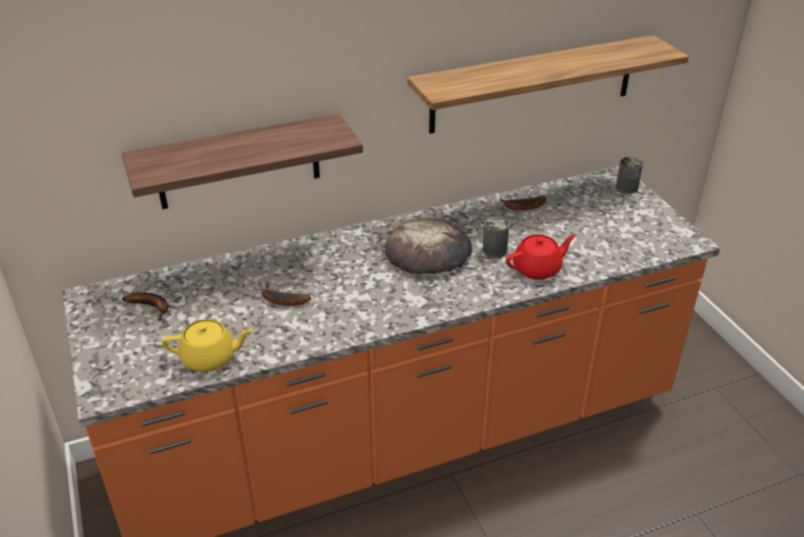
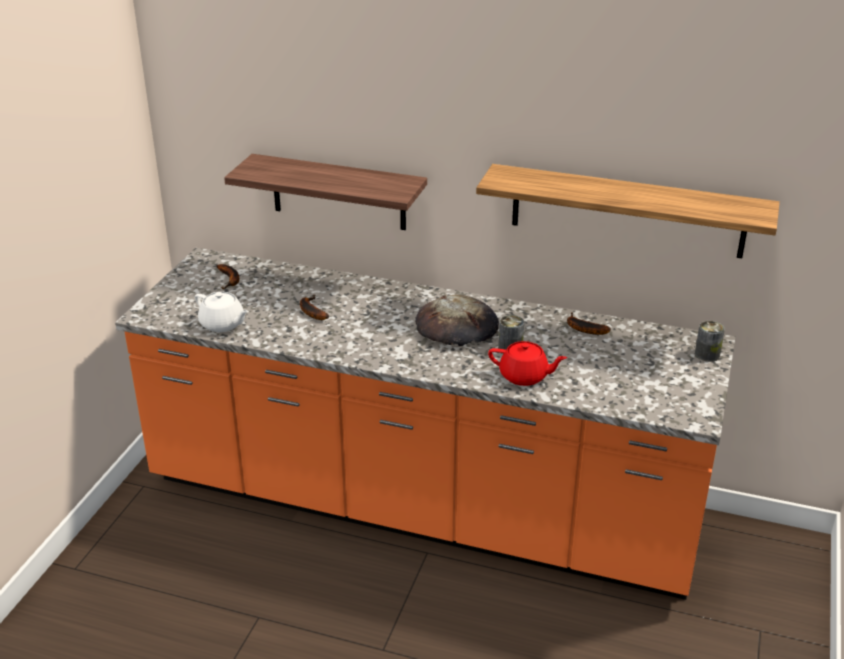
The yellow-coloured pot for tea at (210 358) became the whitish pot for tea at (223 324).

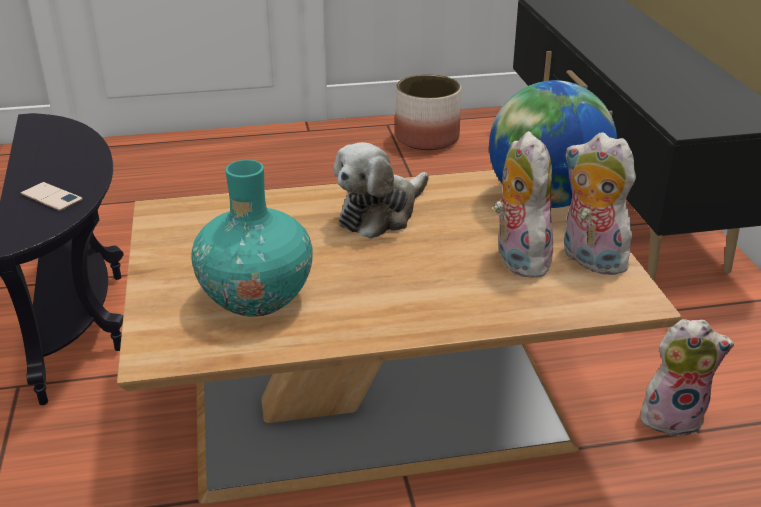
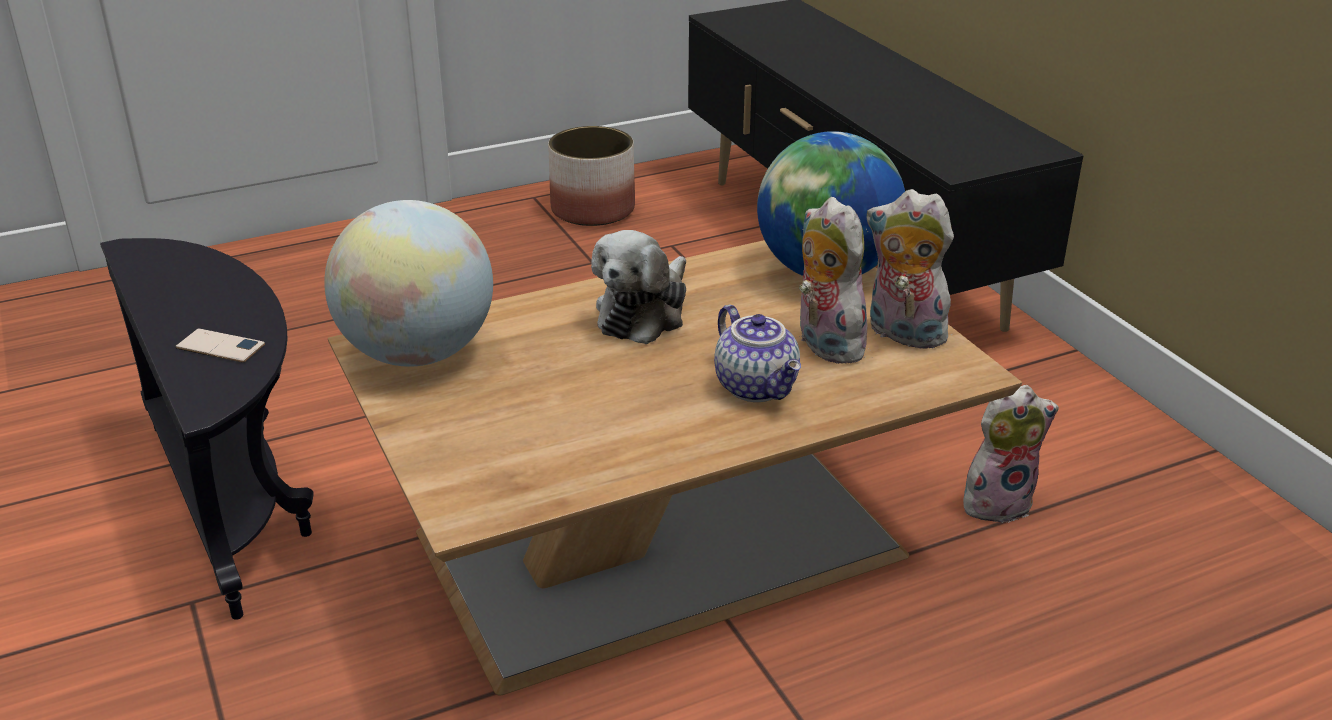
The blue-green vase at (257 298) disappeared.
The world globe at (417 353) appeared.
The pot for tea at (758 387) appeared.

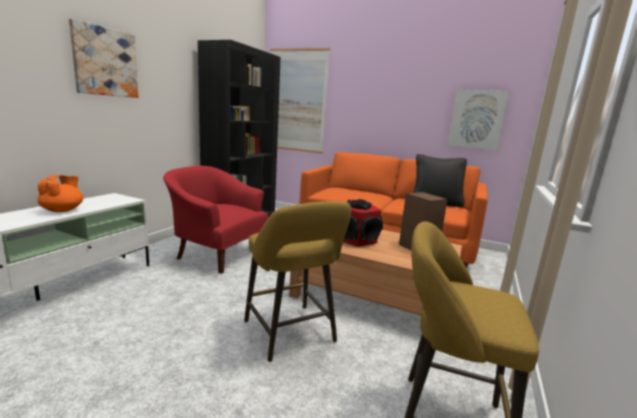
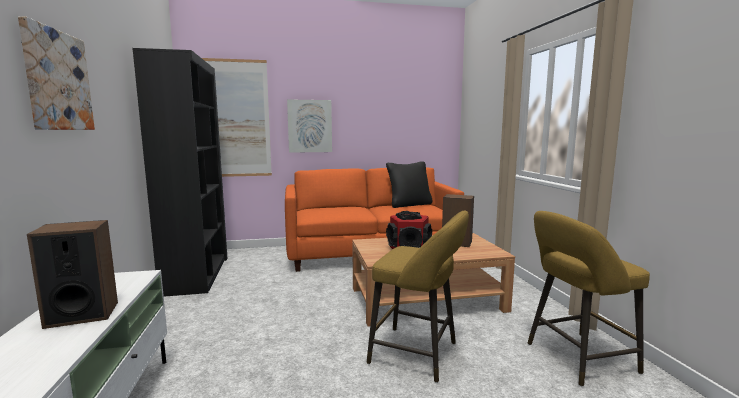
The orange pot for tea at (63 210) was replaced by the loudspeaker at (82 314).
The red-coloured easy chair at (218 254) disappeared.
The wall picture moved from (477 119) to (310 126).

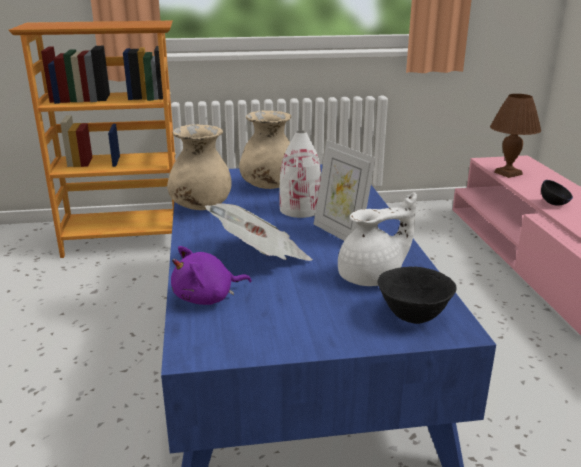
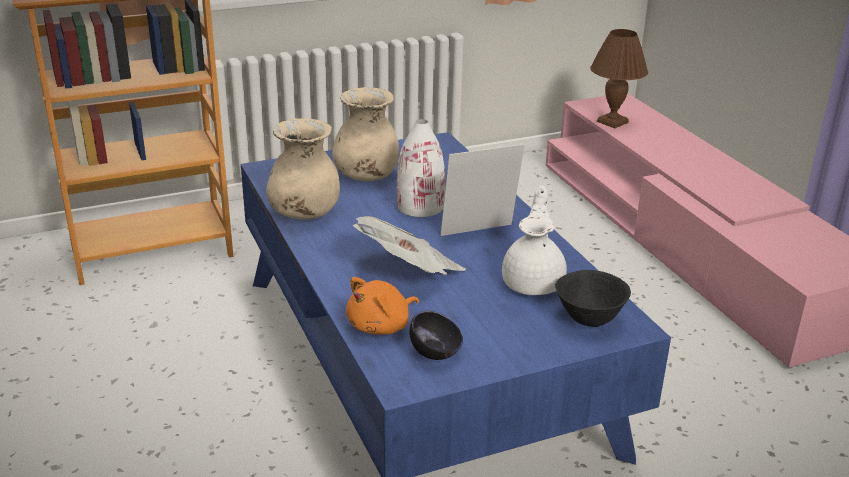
The purple soft toy at (207 298) became the orange soft toy at (381 326).
The standing frame at (341 234) turned 120 degrees clockwise.
The whitish pot for tea at (372 277) turned 45 degrees counterclockwise.
The black deep dish moved from (554 204) to (435 354).

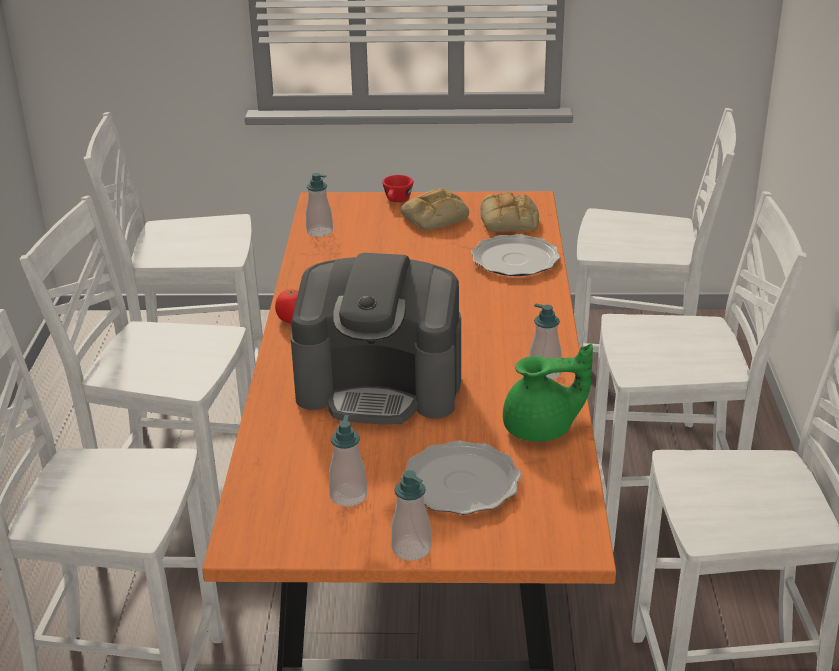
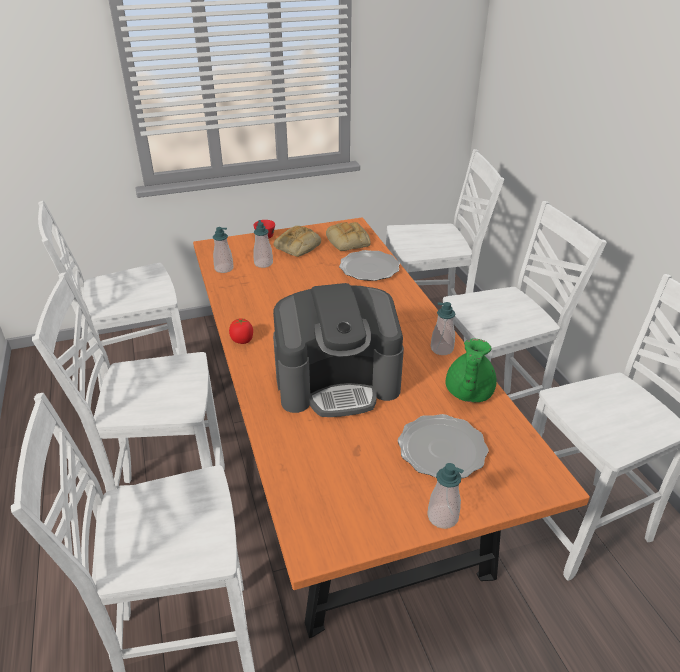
The soap bottle moved from (348 496) to (263 263).
The green pot for tea at (541 429) turned 135 degrees clockwise.

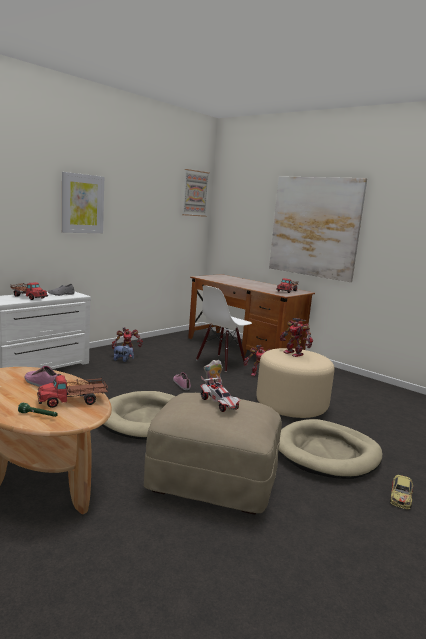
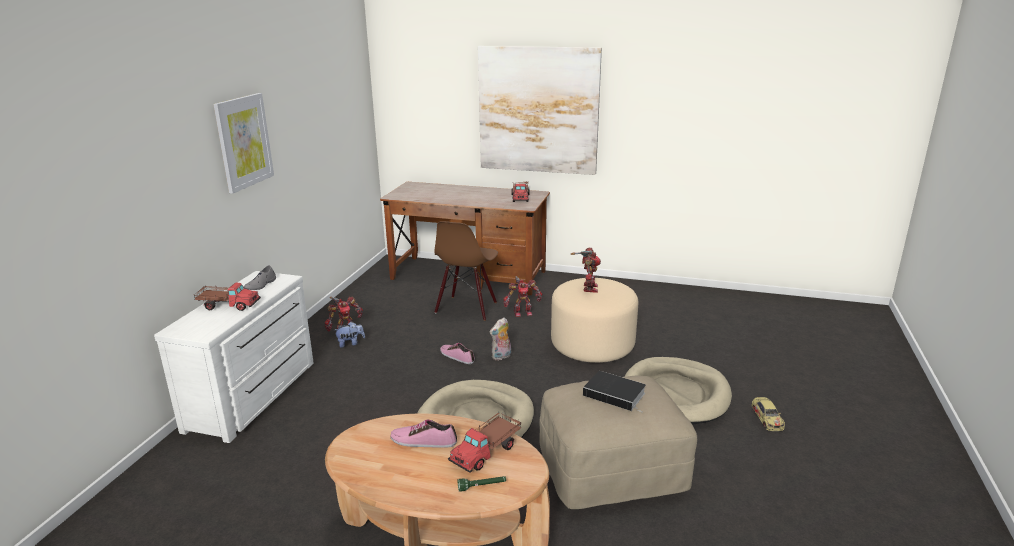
The wall picture at (195 193) disappeared.
The whitish upright chair at (221 363) became the brown-coloured upright chair at (466 308).
The toy car at (219 404) was replaced by the volume at (616 394).
The model robot at (294 353) turned 105 degrees counterclockwise.

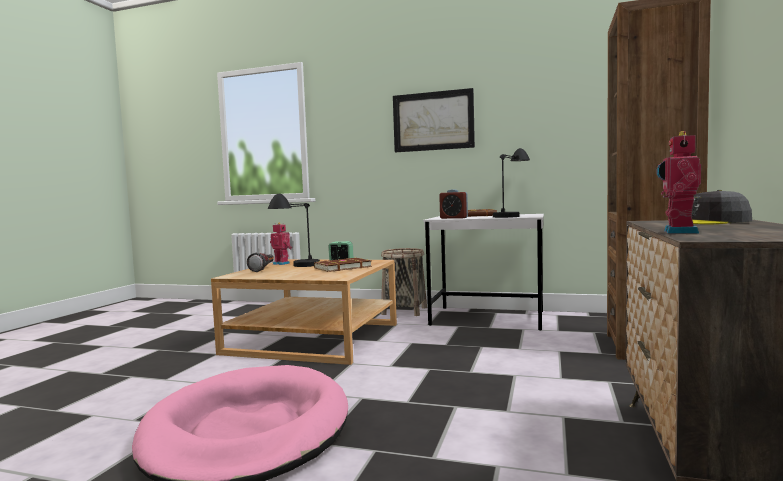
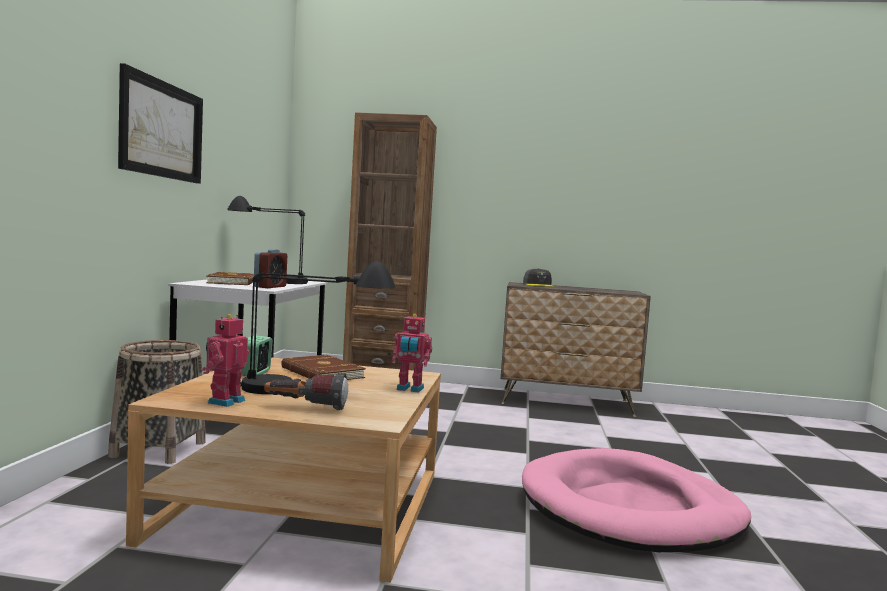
The model robot moved from (677 232) to (409 389).

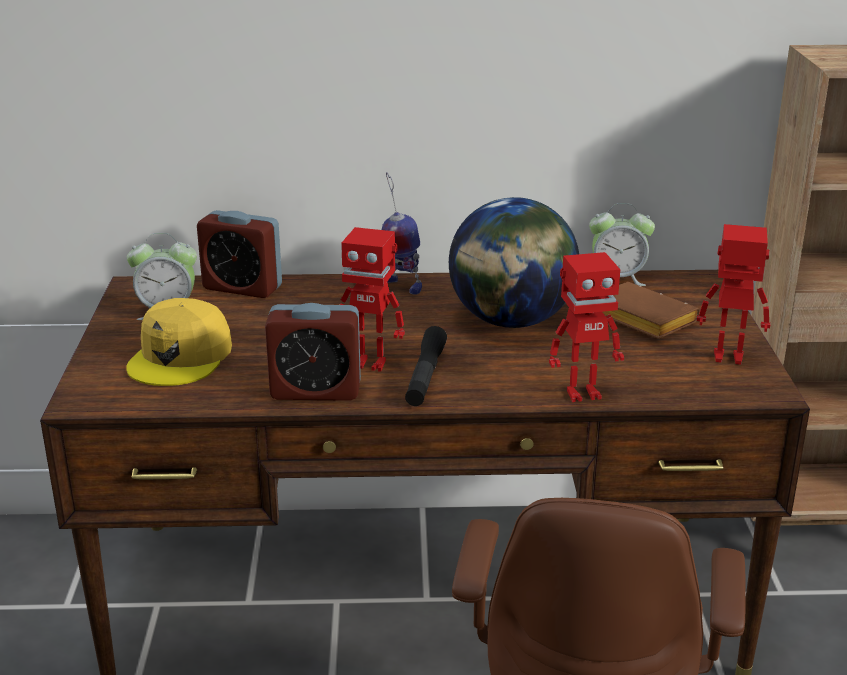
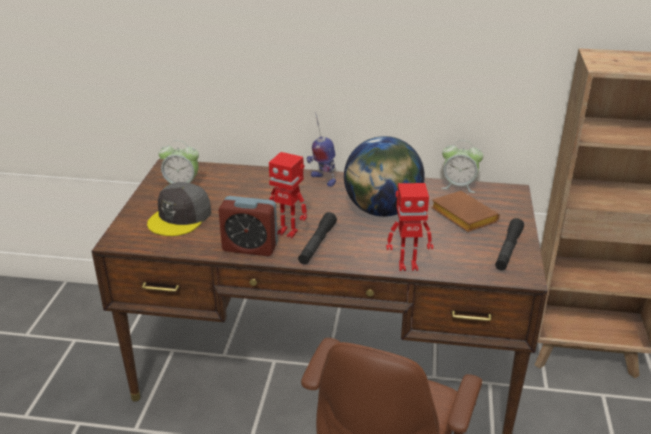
The yellow-coloured peaked cap at (181 357) became the gray peaked cap at (180 217).
The bedside clock at (242 287) disappeared.
The model robot at (728 358) was replaced by the black flashlight at (508 250).

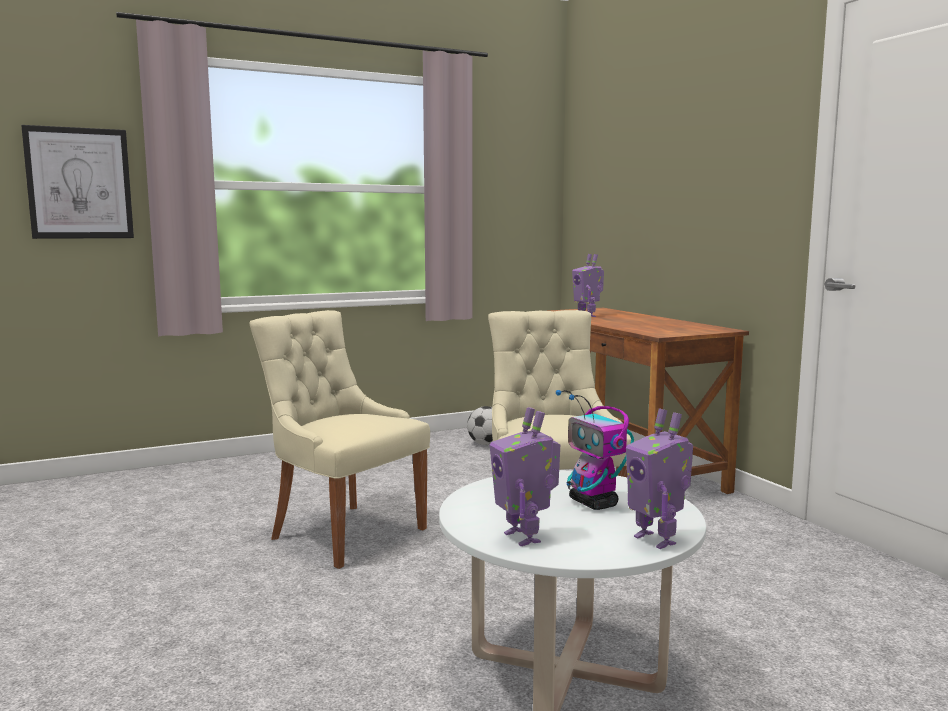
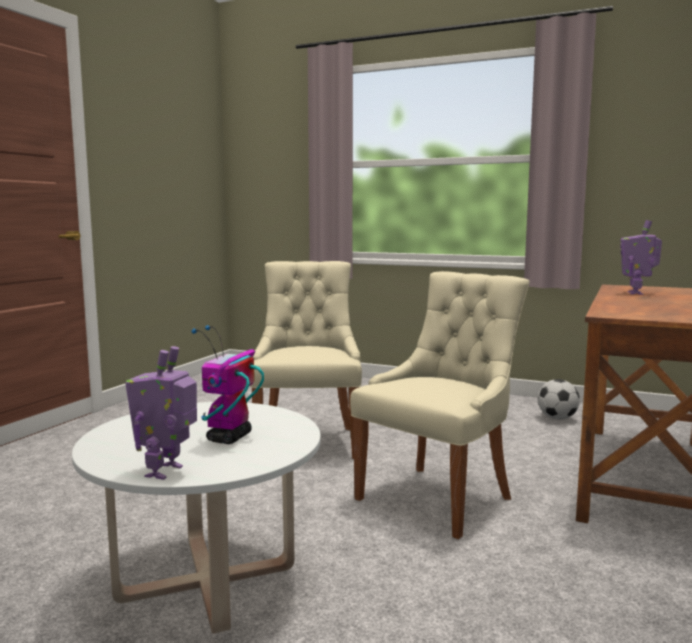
The wall picture at (79 183) disappeared.
The model robot at (524 537) disappeared.

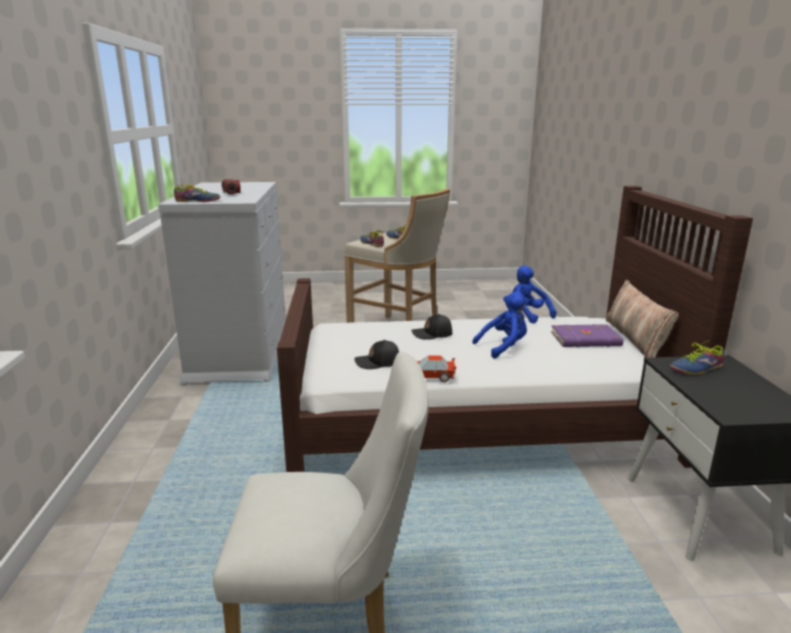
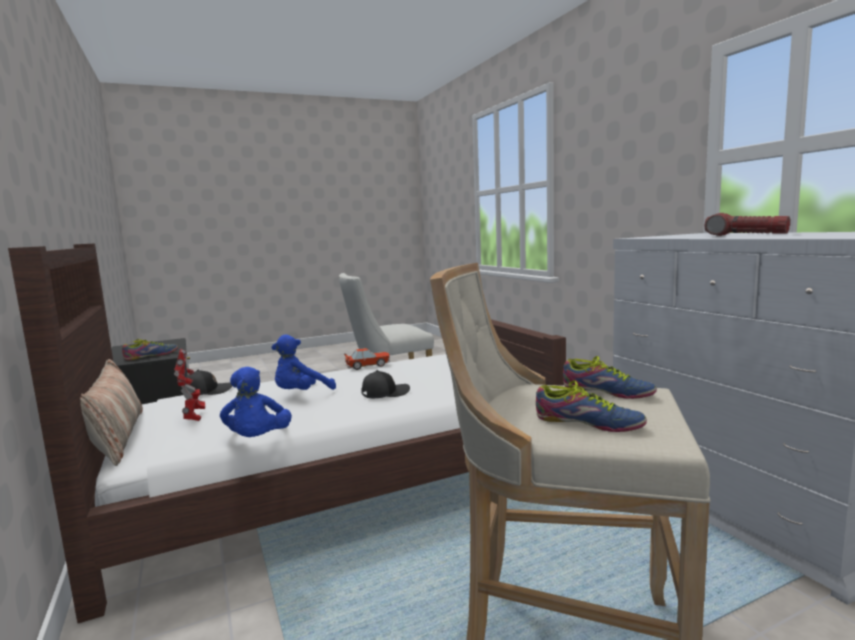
The low shoe at (197 201) disappeared.
The black peaked cap moved from (378 363) to (207 391).
The blue-coloured soft toy at (526 315) turned 45 degrees clockwise.
The purple volume at (586 339) was replaced by the model robot at (193 417).

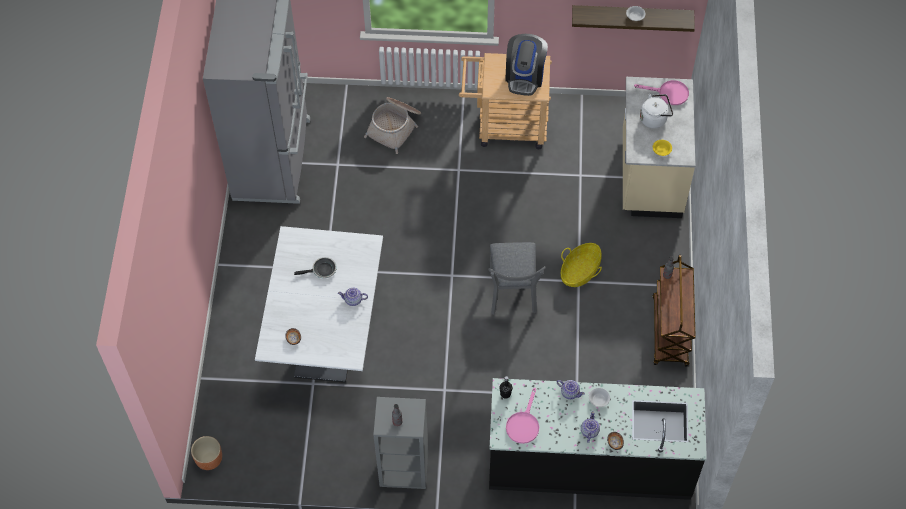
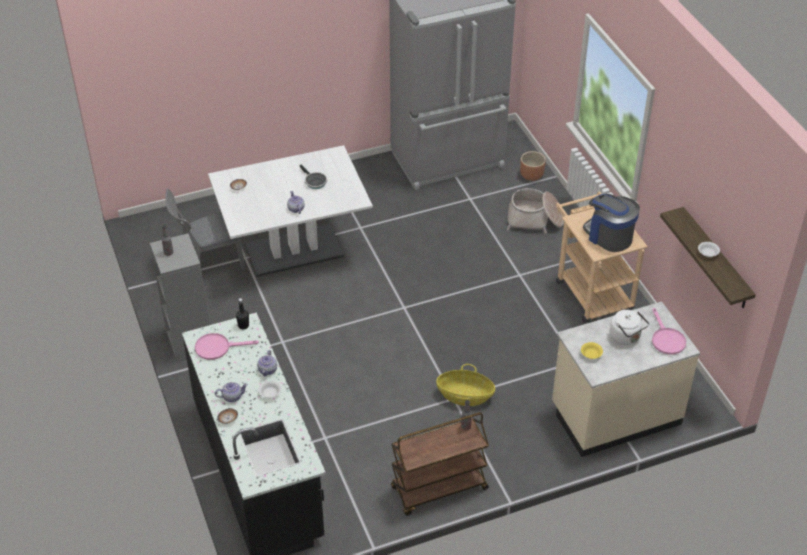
The brown-coloured flower pot moved from (208 459) to (531 175).
The gray upright chair moved from (512 294) to (208 265).
The coffee machine at (525 76) turned 60 degrees clockwise.

